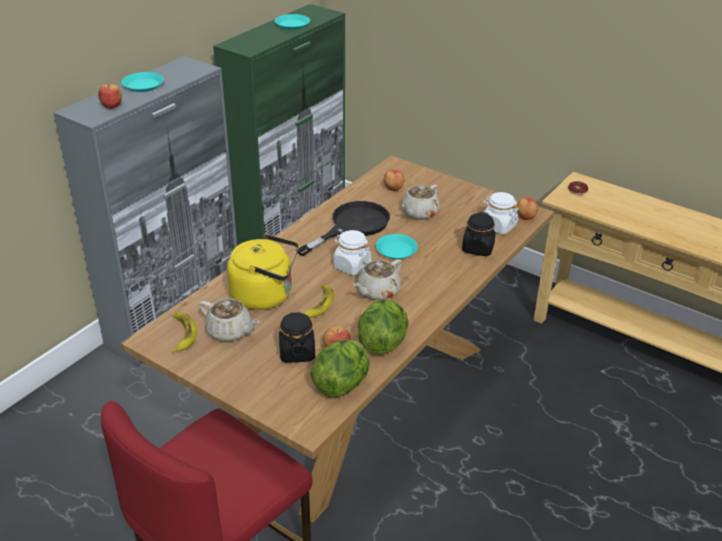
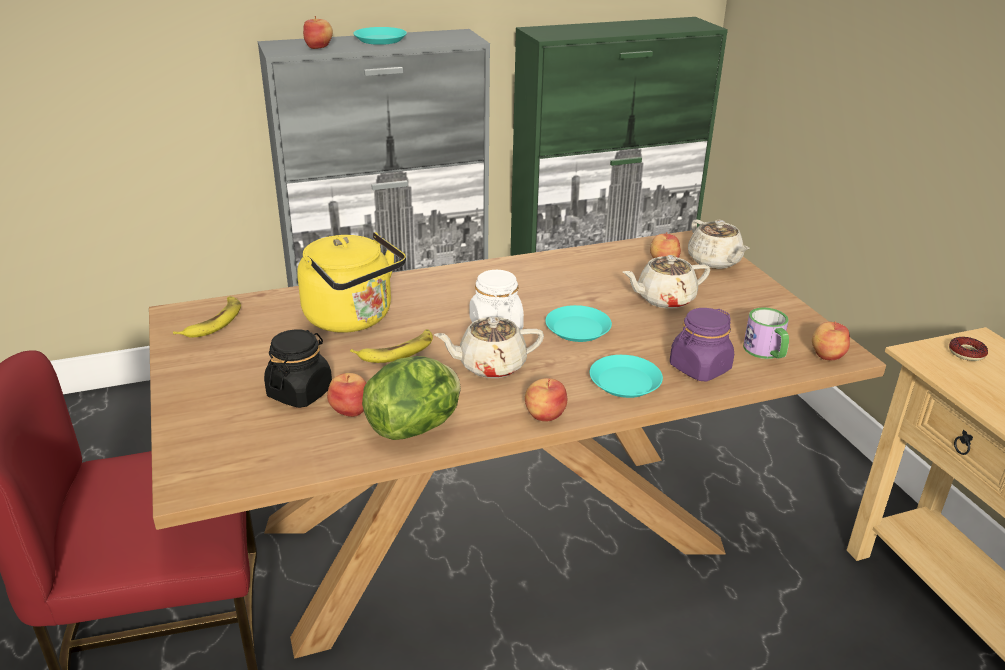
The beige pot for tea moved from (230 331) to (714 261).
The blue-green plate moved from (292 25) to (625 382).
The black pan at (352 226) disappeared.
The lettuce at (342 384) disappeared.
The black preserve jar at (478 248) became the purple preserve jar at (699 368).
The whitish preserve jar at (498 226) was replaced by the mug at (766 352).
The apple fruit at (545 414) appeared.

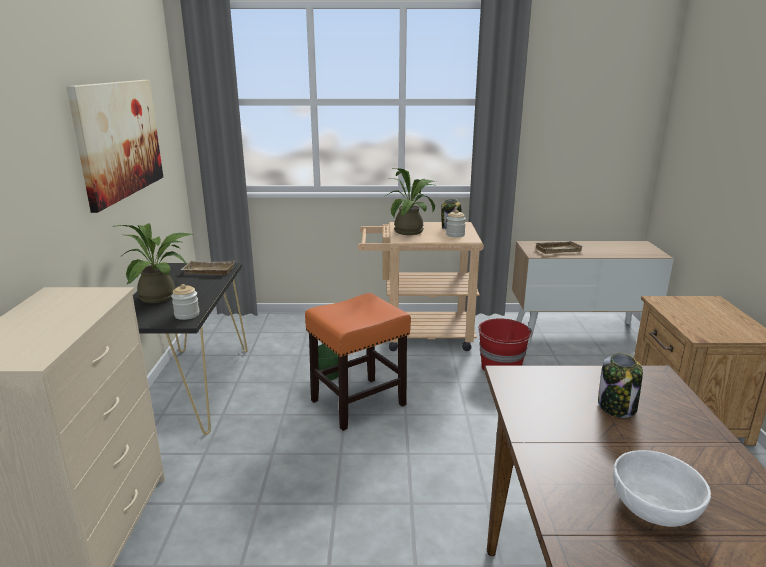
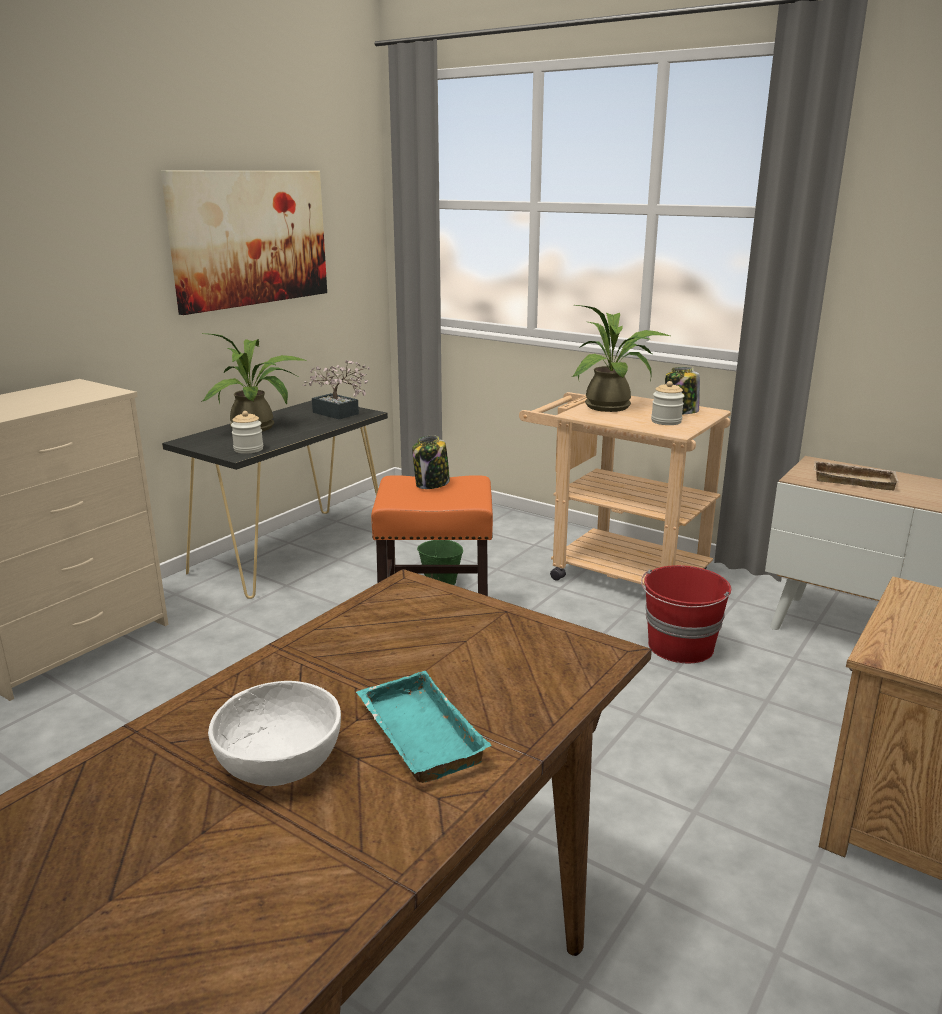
The beige serving tray at (208 271) was replaced by the potted plant at (338 414).
The preserve jar moved from (617 407) to (432 484).
The blue-green serving tray at (415 735) appeared.

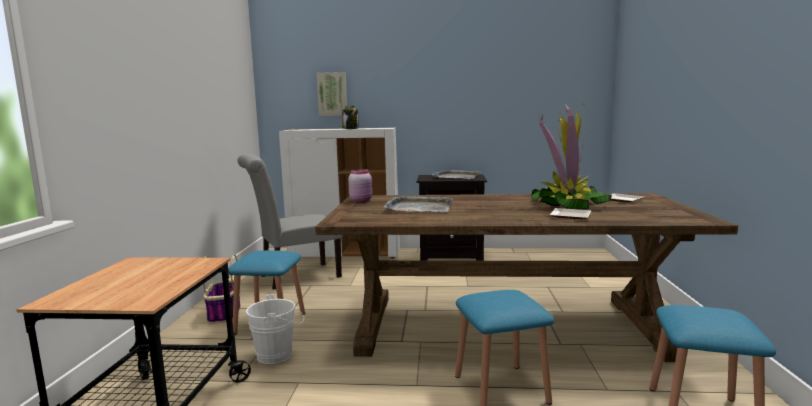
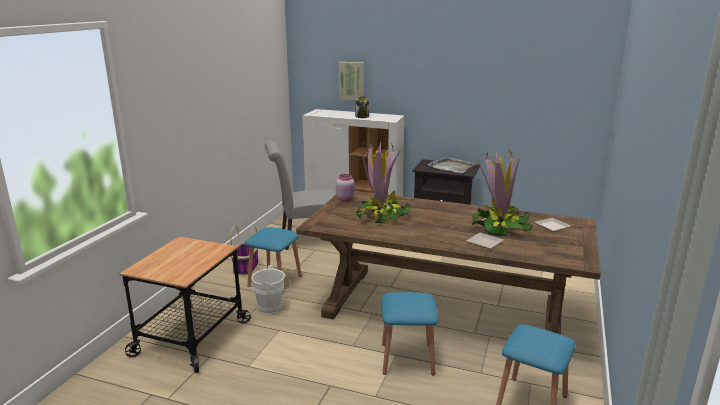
The gray serving tray at (419 208) was replaced by the potted plant at (381 215).

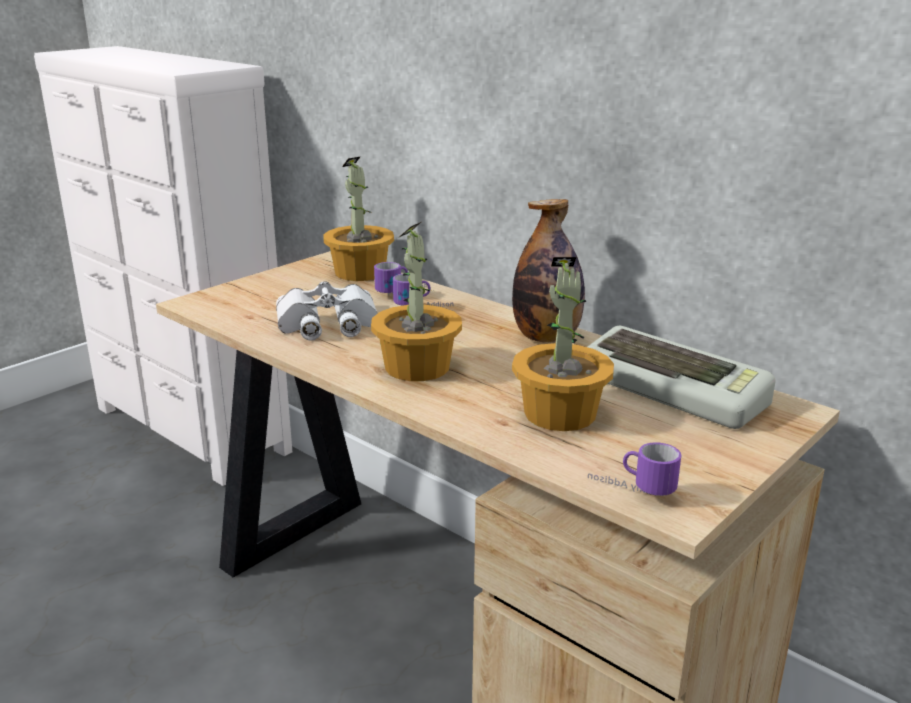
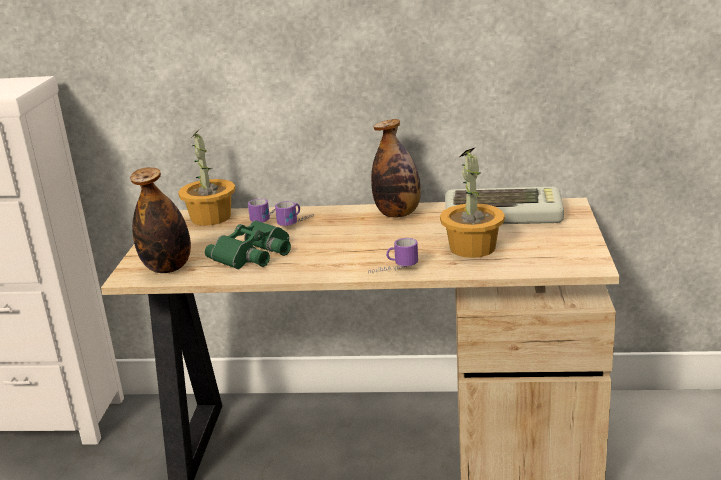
The whitish field glasses at (327 324) became the green field glasses at (254 254).
The potted plant at (418 367) disappeared.
The mug moved from (630 490) to (393 270).
The bottle at (167 268) appeared.

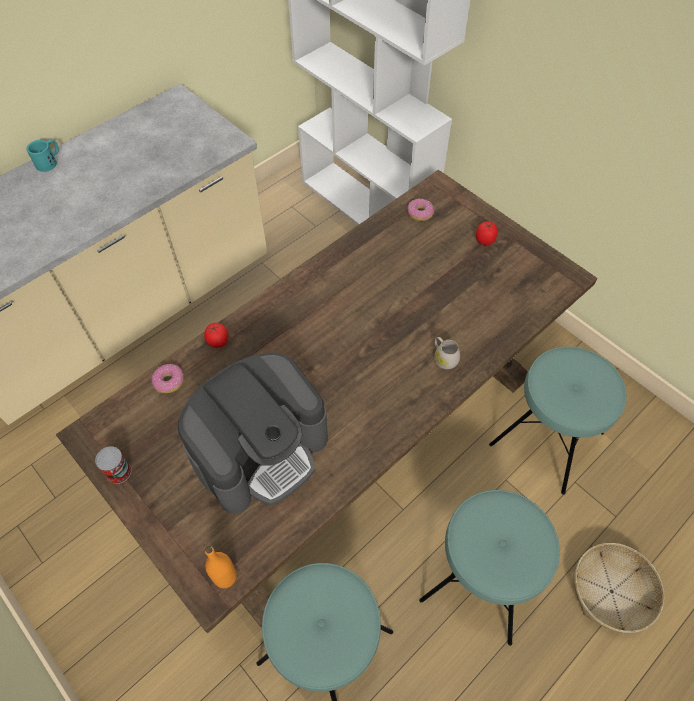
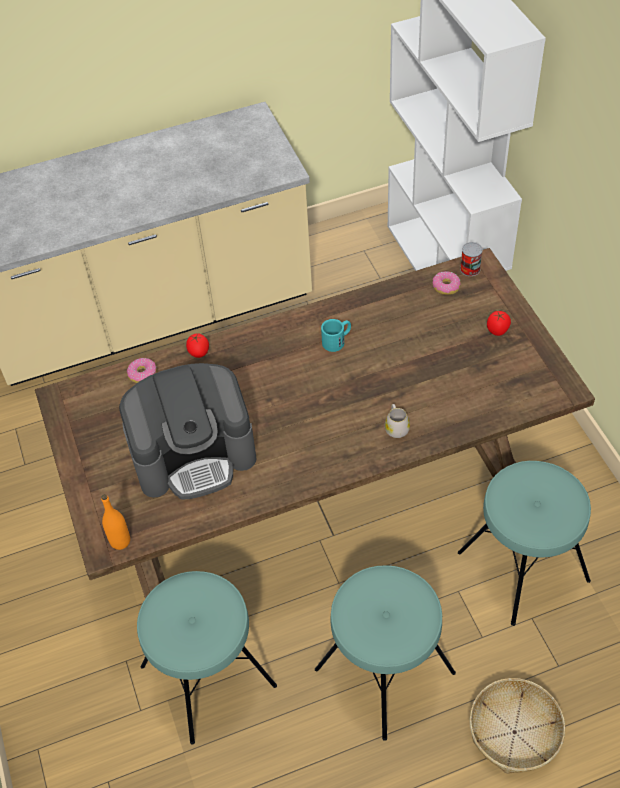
The blue-green mug moved from (49 161) to (337 340).
The can moved from (118 472) to (470 269).

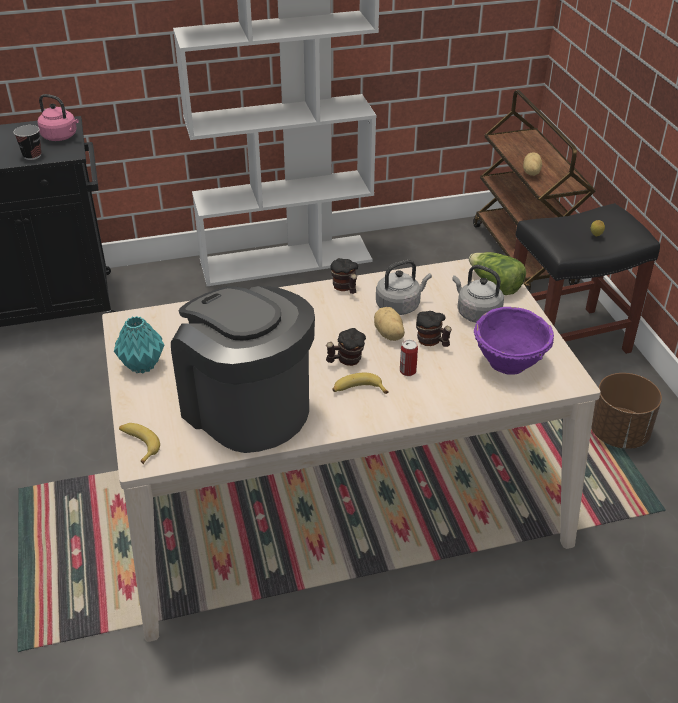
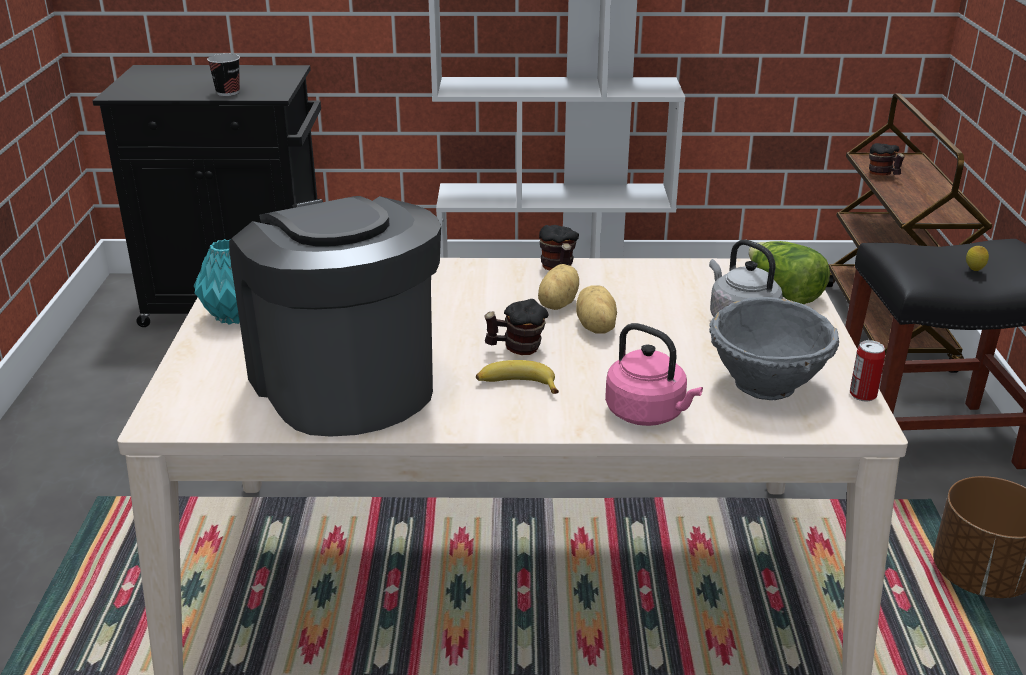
The pinkish kettle moved from (61 137) to (648 414).
The whole banana at (138 444) disappeared.
The gray kettle at (400 305) disappeared.
The can moved from (407 371) to (863 395).
The mug moved from (432 342) to (883 175).
The purple deep dish at (509 363) became the gray deep dish at (767 386).
The potato moved from (530 172) to (556 304).

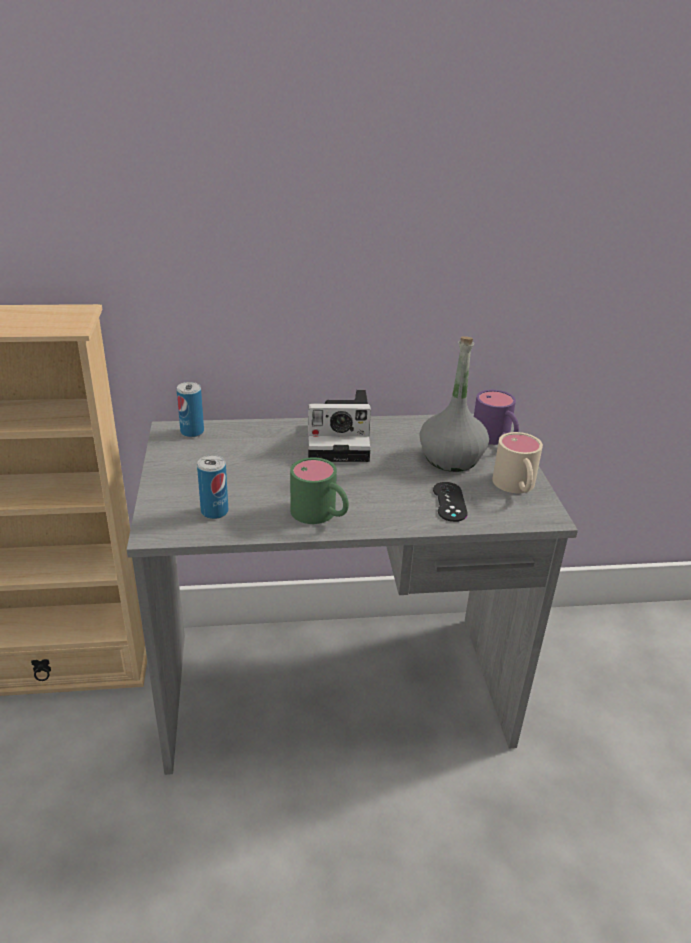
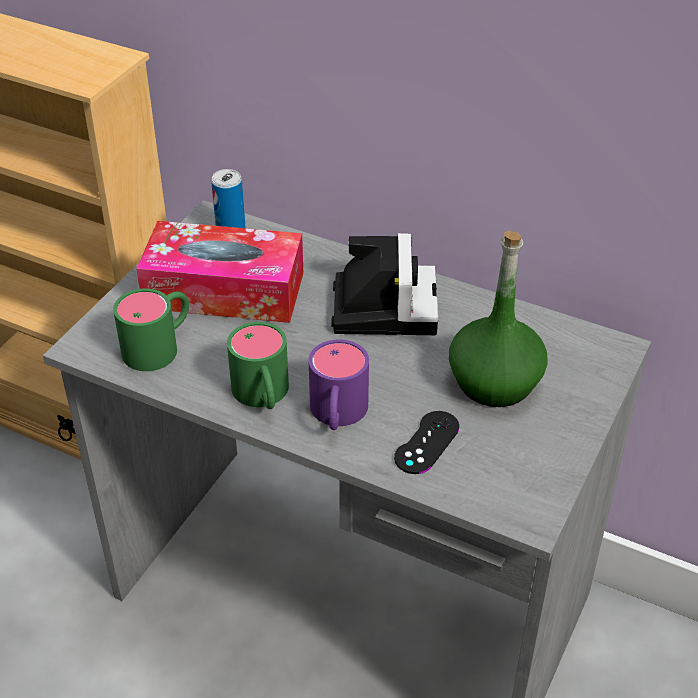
The can at (214 511) was replaced by the green mug at (160 345).
The photo camera at (341 441) turned 120 degrees counterclockwise.
The gray bottle at (451 458) became the green bottle at (494 382).
The purple mug moved from (496 439) to (337 415).
The beige mug at (516 487) disappeared.
The tissue box at (224 290) appeared.

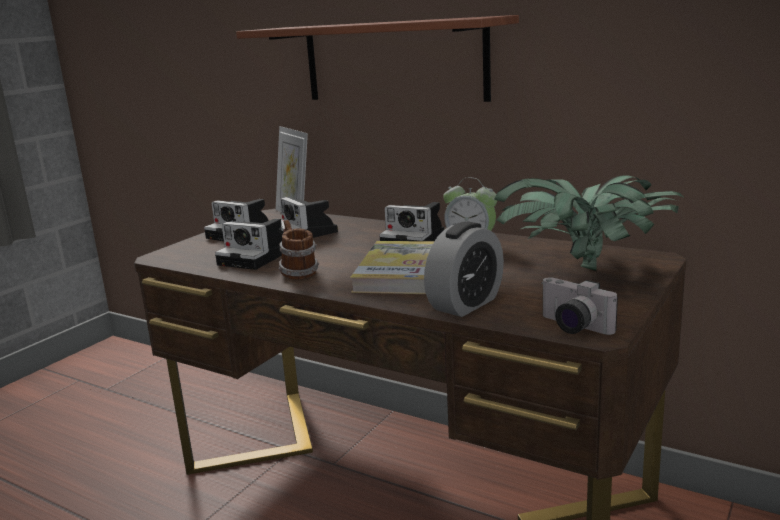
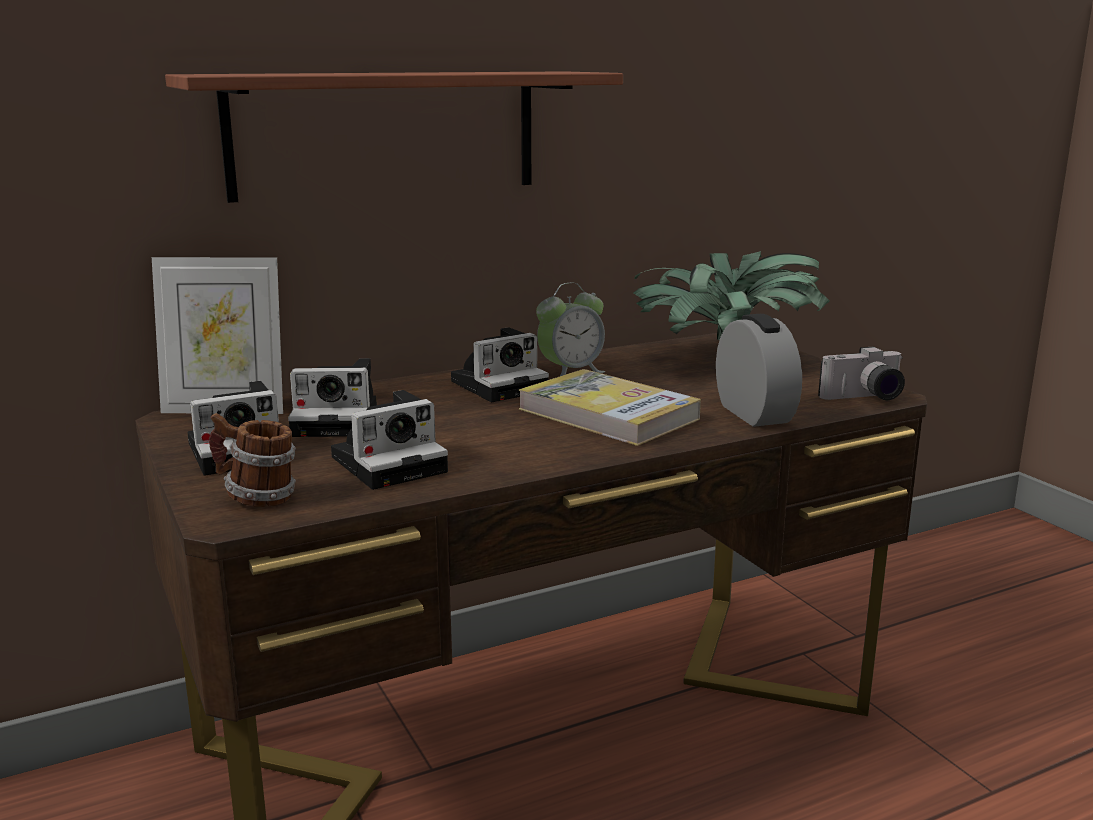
The mug moved from (297 273) to (257 498).

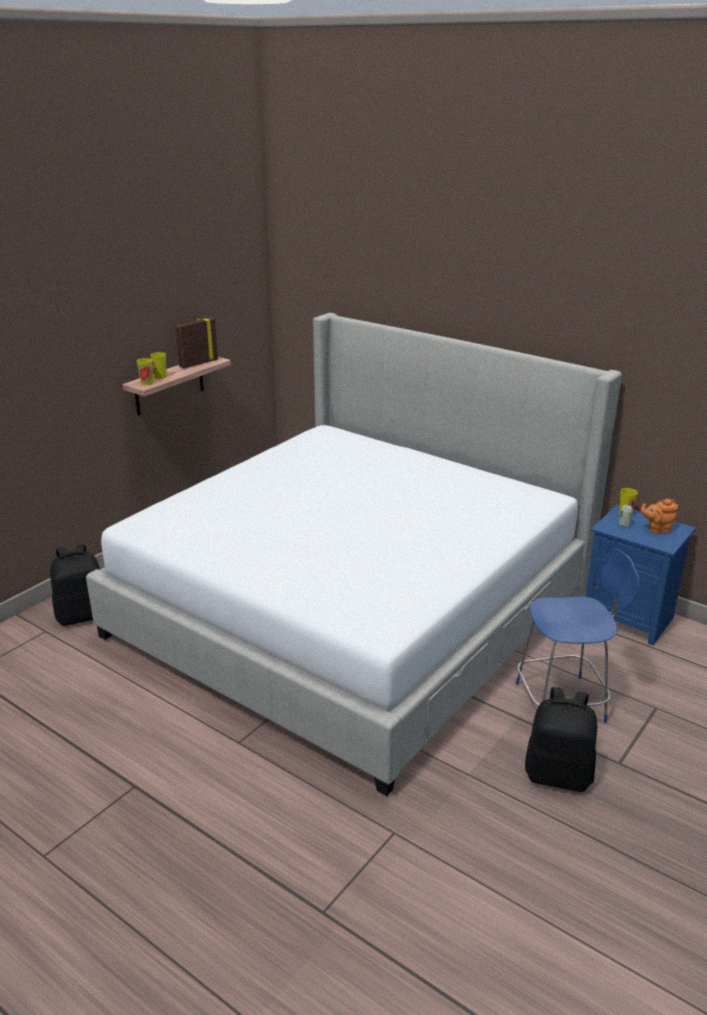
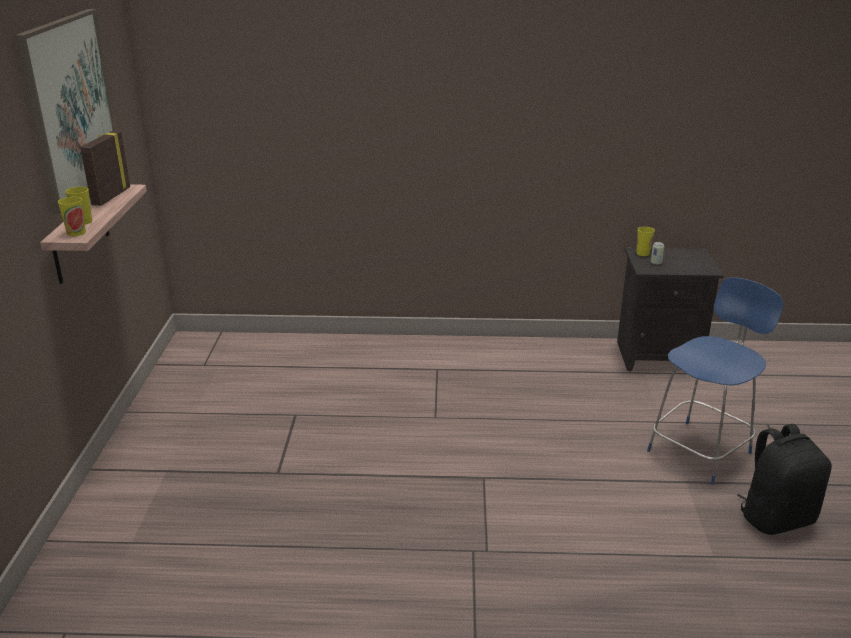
The black knapsack at (83 615) disappeared.
The sleeping bed at (353 611) disappeared.
The blue-coloured night table at (629 618) became the black night table at (659 355).
The orange pot for tea at (657 529) disappeared.
The wall picture at (71 107) appeared.

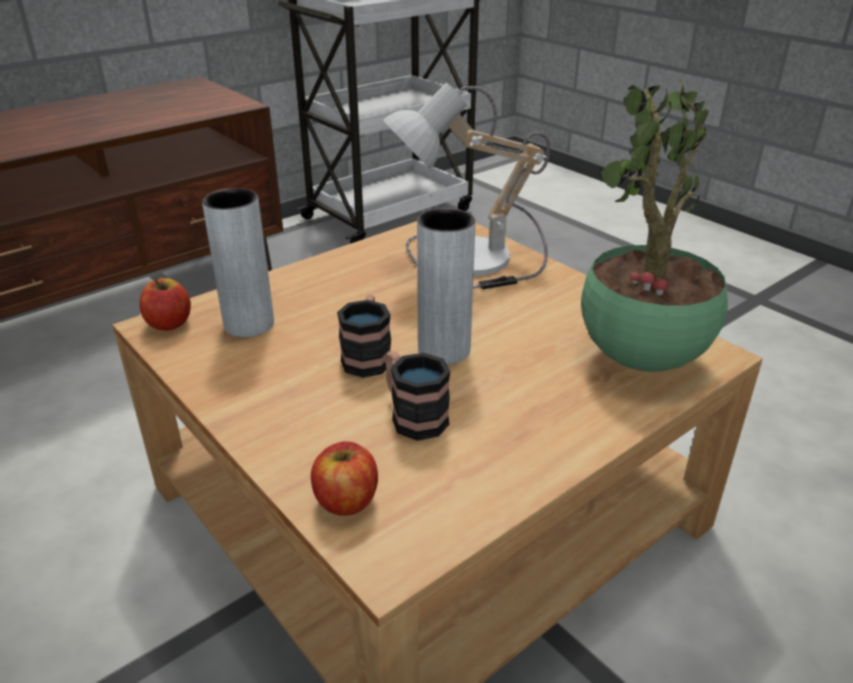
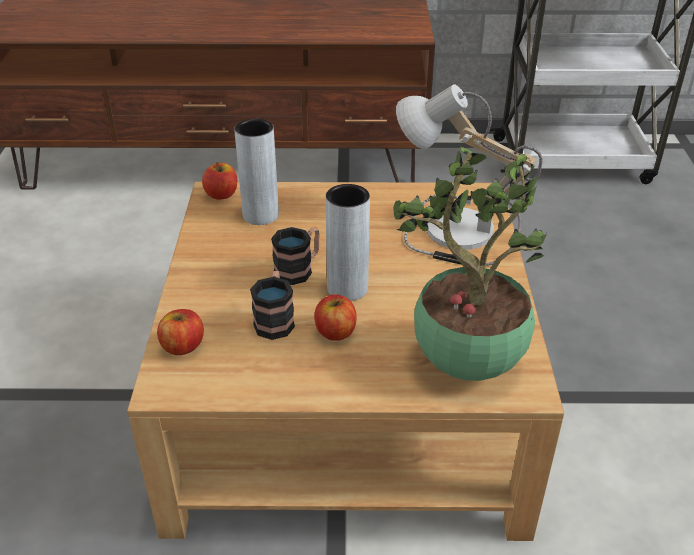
The apple fruit at (335 332) appeared.

